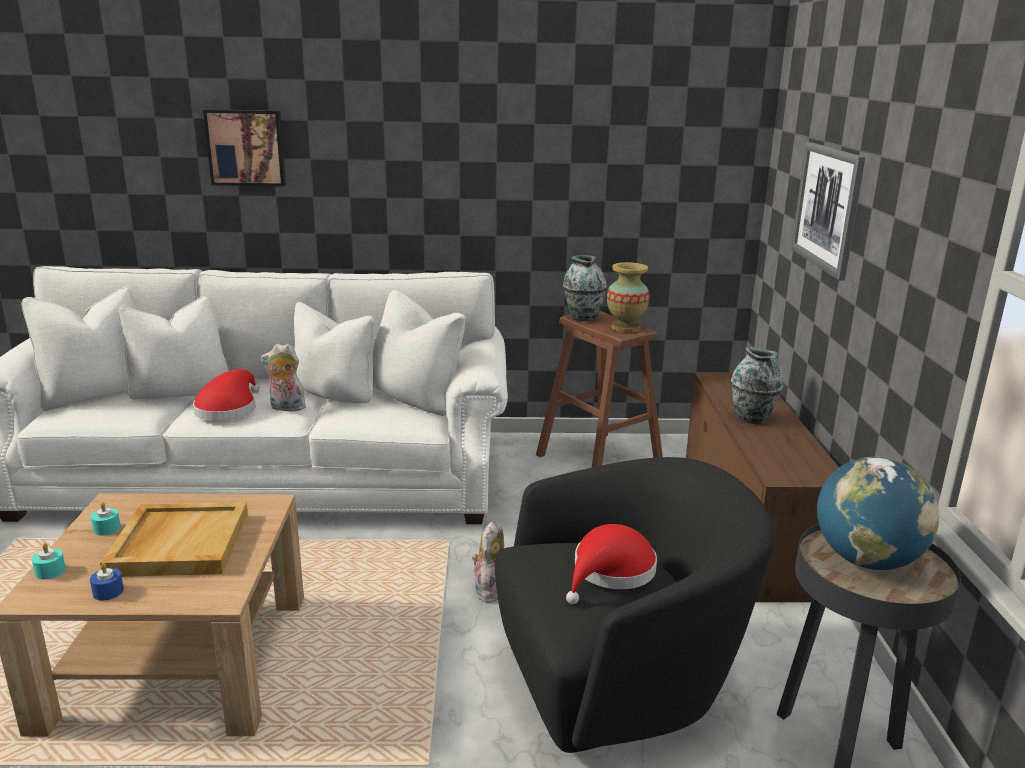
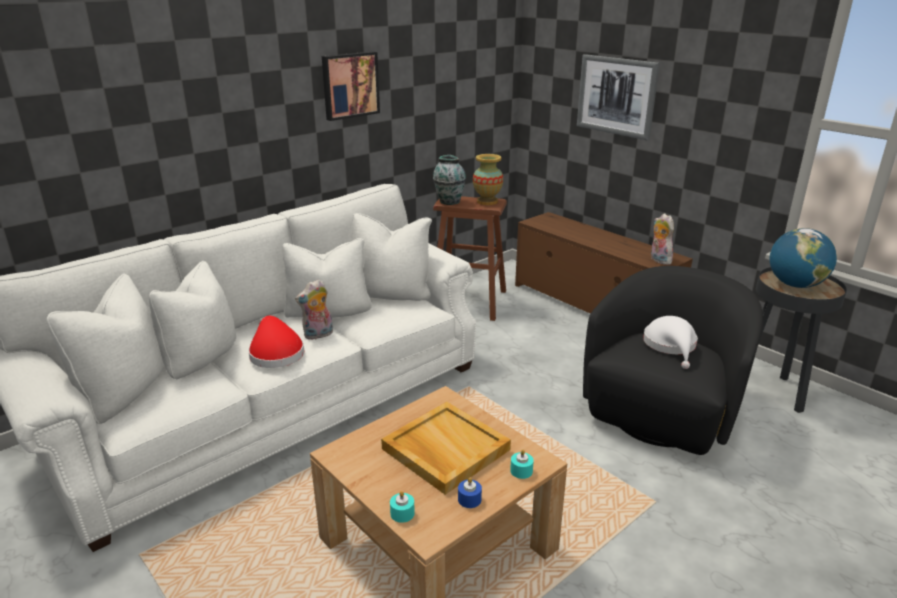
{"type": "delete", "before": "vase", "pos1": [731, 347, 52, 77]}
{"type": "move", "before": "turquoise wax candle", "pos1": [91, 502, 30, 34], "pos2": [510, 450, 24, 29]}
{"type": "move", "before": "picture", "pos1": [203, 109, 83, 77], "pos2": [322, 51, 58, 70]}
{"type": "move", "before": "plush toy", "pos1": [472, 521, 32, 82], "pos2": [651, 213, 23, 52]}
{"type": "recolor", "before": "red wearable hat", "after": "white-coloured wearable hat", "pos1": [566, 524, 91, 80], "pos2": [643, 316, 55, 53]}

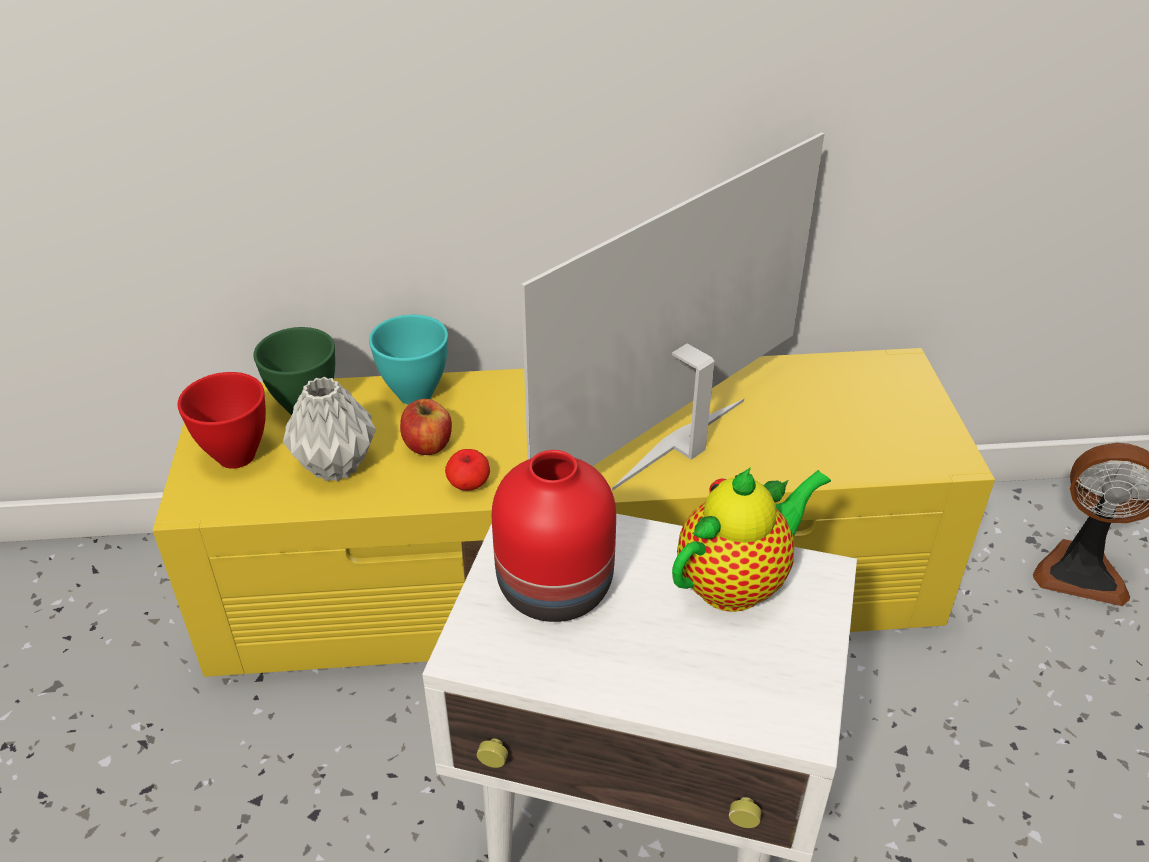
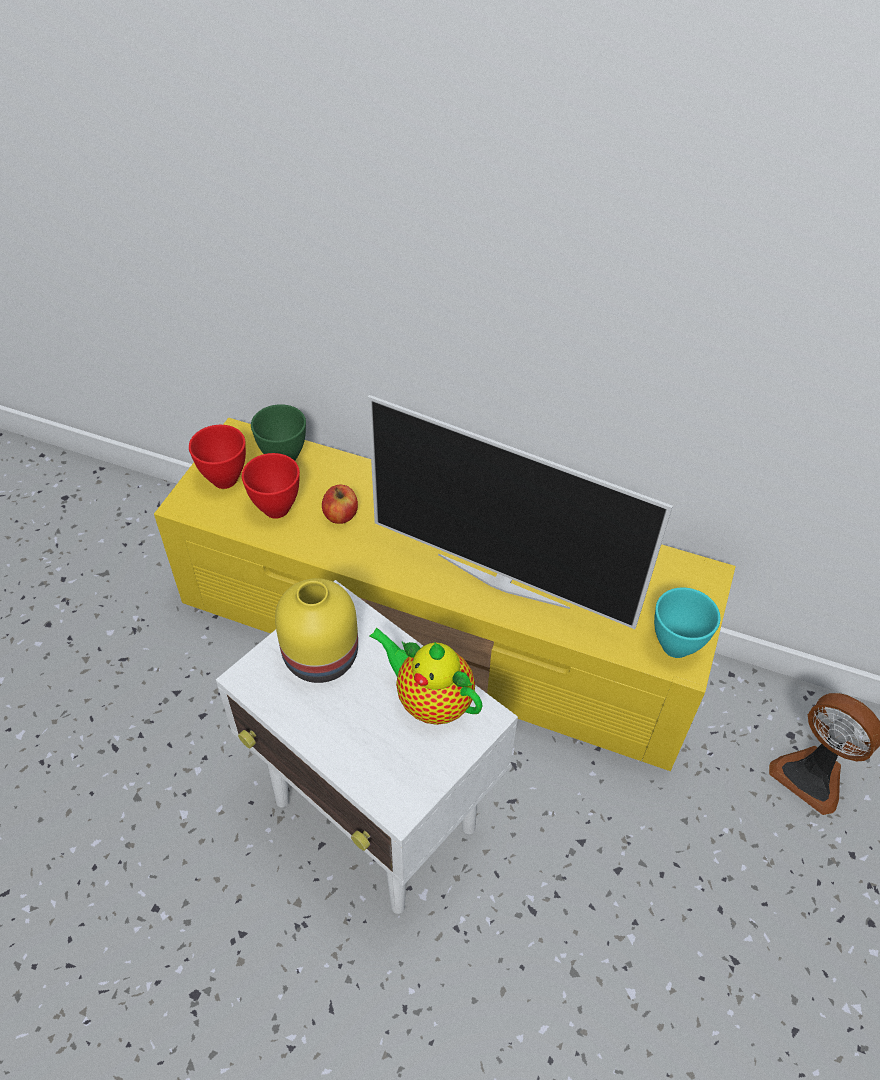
{"type": "delete", "before": "apple", "pos1": [445, 449, 45, 42]}
{"type": "move", "before": "turquoise deep dish", "pos1": [369, 315, 79, 90], "pos2": [654, 587, 66, 71]}
{"type": "replace", "before": "gray vase", "after": "red deep dish", "pos1": [283, 376, 93, 106], "pos2": [242, 453, 58, 66]}
{"type": "recolor", "before": "red vase", "after": "yellow-coloured vase", "pos1": [492, 450, 124, 172], "pos2": [275, 578, 83, 105]}
{"type": "rotate", "before": "TV set", "pos1": [521, 132, 304, 359], "pos2": [368, 395, 305, 234], "turn": -135}
{"type": "rotate", "before": "teapot", "pos1": [672, 467, 159, 145], "pos2": [369, 628, 114, 97], "turn": -135}

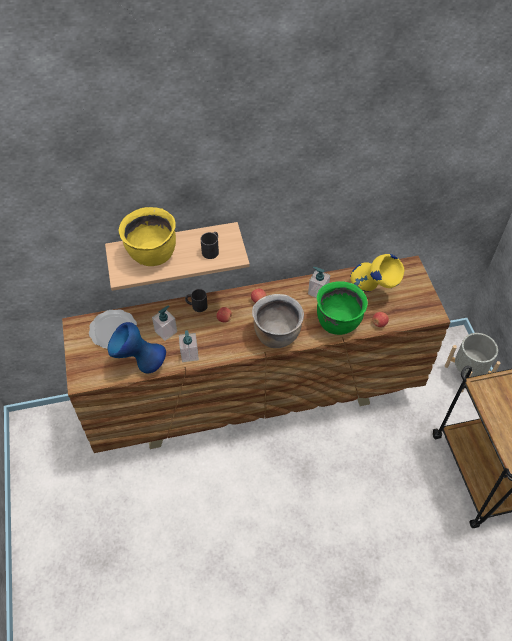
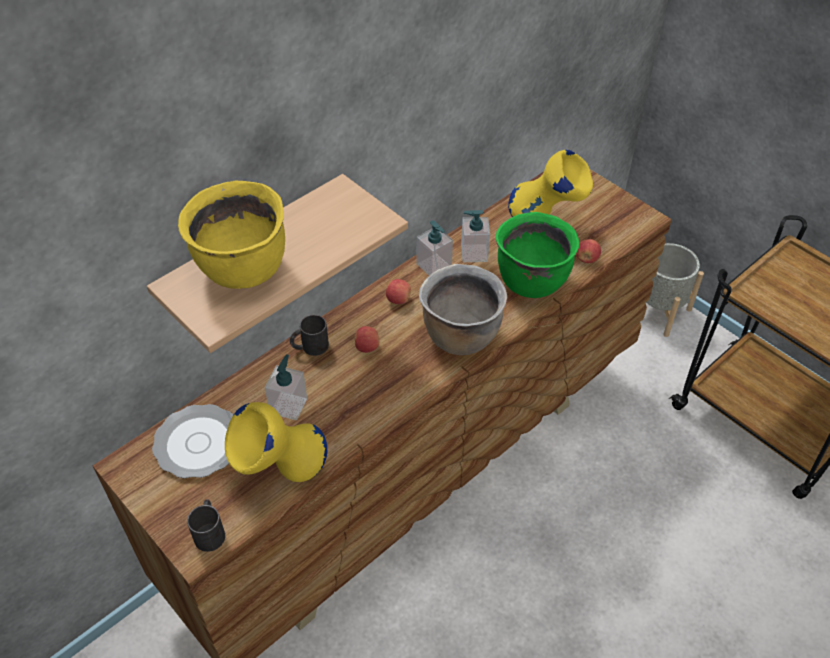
{"type": "move", "before": "soap dispenser", "pos1": [179, 330, 20, 32], "pos2": [417, 220, 36, 55]}
{"type": "move", "before": "blackish tea mug", "pos1": [201, 232, 18, 27], "pos2": [187, 499, 38, 53]}
{"type": "recolor", "before": "bluish vase", "after": "yellow-coloured vase", "pos1": [108, 322, 58, 52], "pos2": [225, 402, 102, 80]}

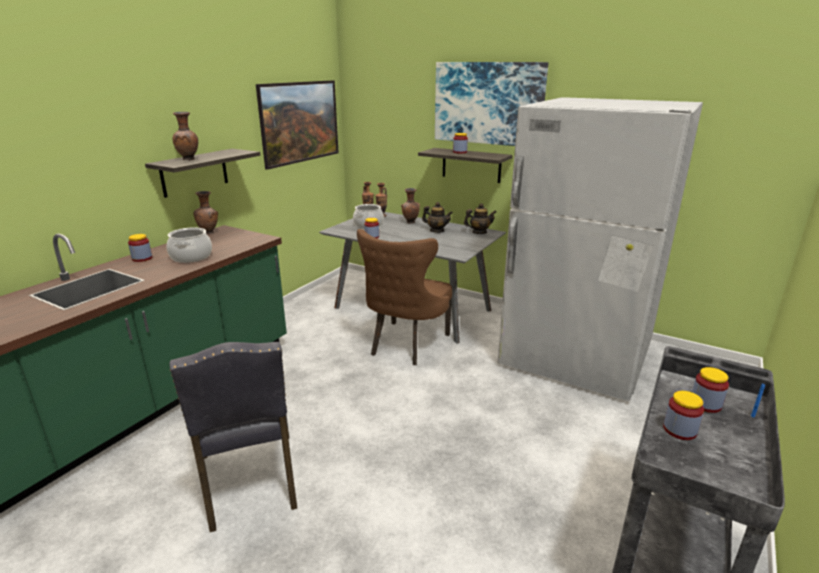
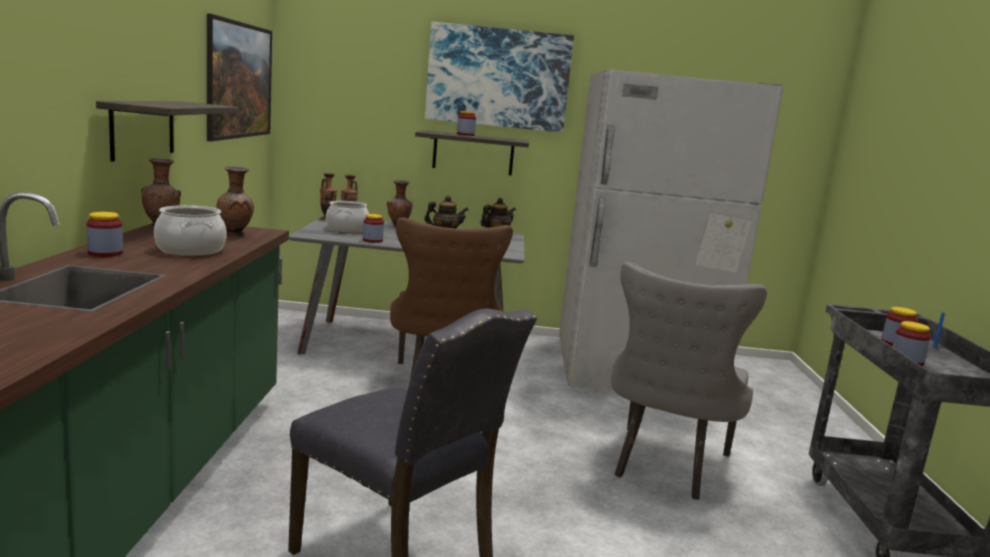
{"type": "insert", "after": "gray chair", "pos2": [611, 262, 156, 238]}
{"type": "move", "before": "brownish vase", "pos1": [172, 112, 26, 48], "pos2": [217, 166, 37, 70]}

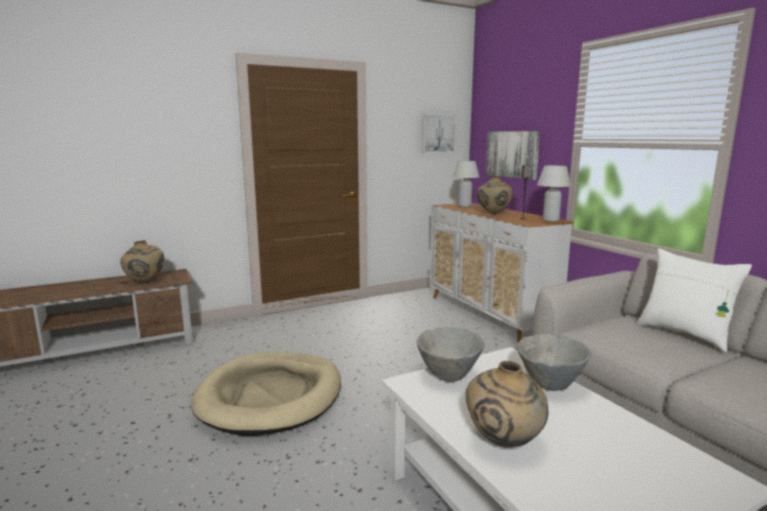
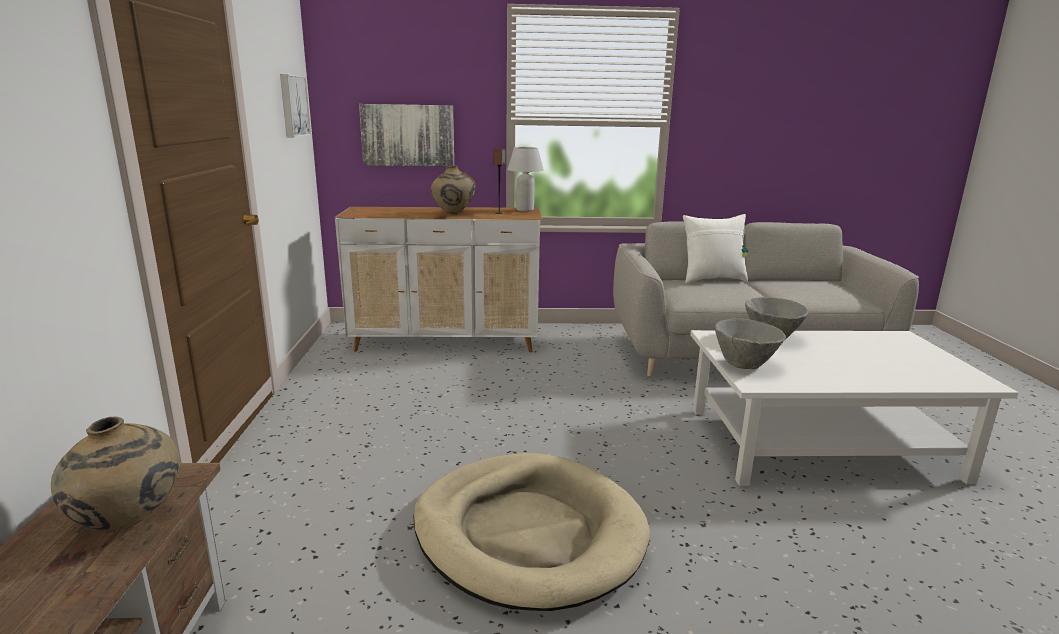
{"type": "delete", "before": "white-coloured table lamp", "pos1": [453, 161, 26, 46]}
{"type": "delete", "before": "beige-coloured vase", "pos1": [466, 361, 82, 86]}

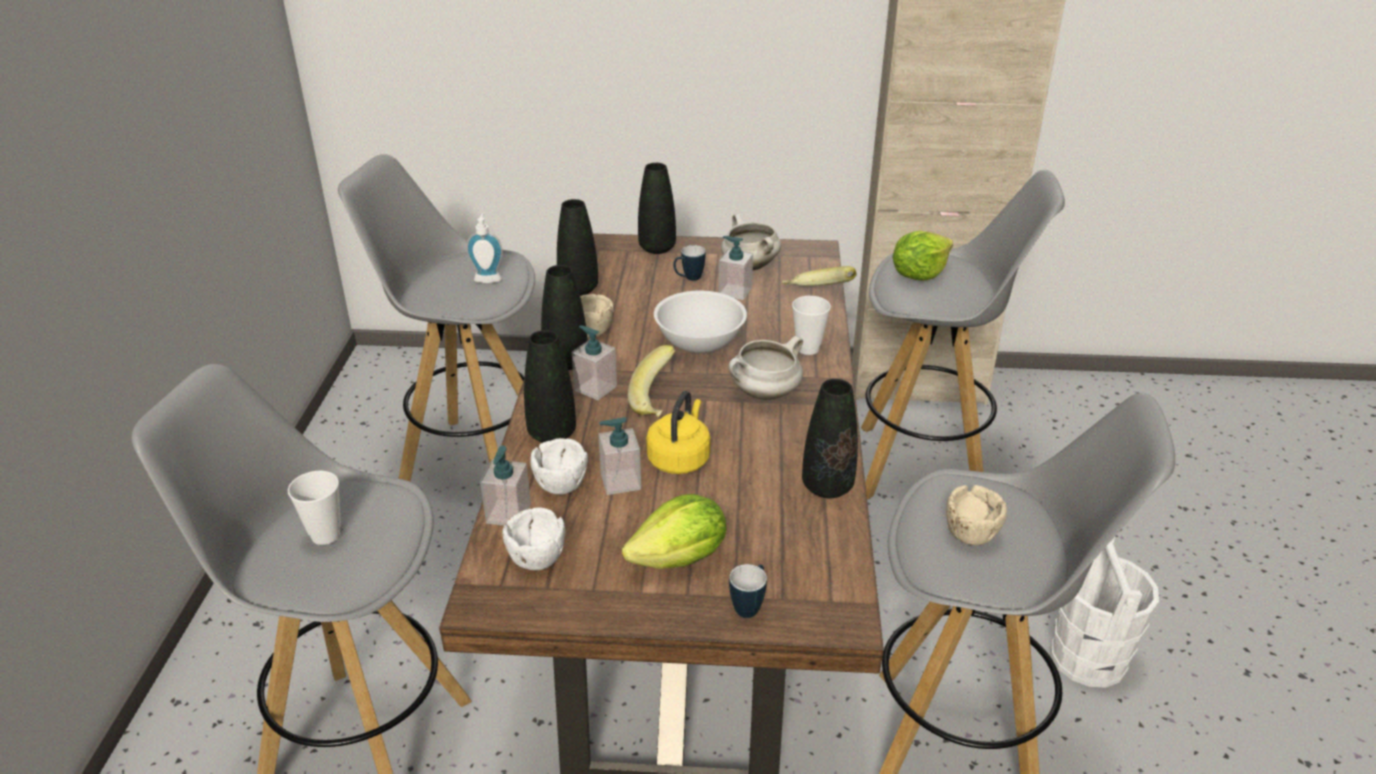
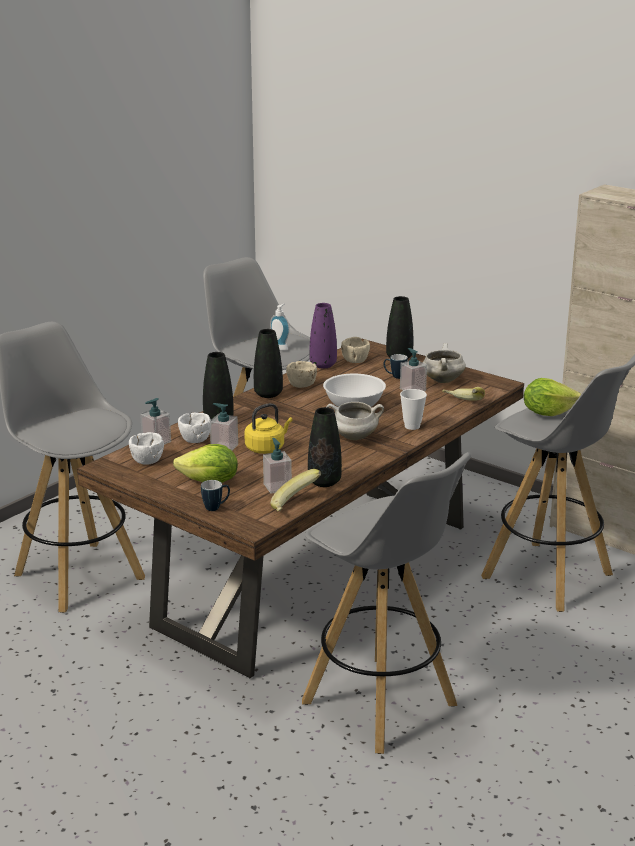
{"type": "delete", "before": "cup", "pos1": [288, 471, 53, 74]}
{"type": "delete", "before": "white-coloured pail", "pos1": [1051, 537, 108, 151]}
{"type": "move", "before": "soap dispenser", "pos1": [572, 325, 45, 75], "pos2": [263, 438, 29, 56]}
{"type": "move", "before": "whole banana", "pos1": [627, 345, 49, 72], "pos2": [270, 469, 51, 42]}
{"type": "move", "before": "beige-coloured deep dish", "pos1": [946, 485, 61, 60], "pos2": [341, 337, 29, 26]}
{"type": "recolor", "before": "blackish vase", "after": "purple vase", "pos1": [557, 199, 41, 97], "pos2": [309, 303, 28, 65]}

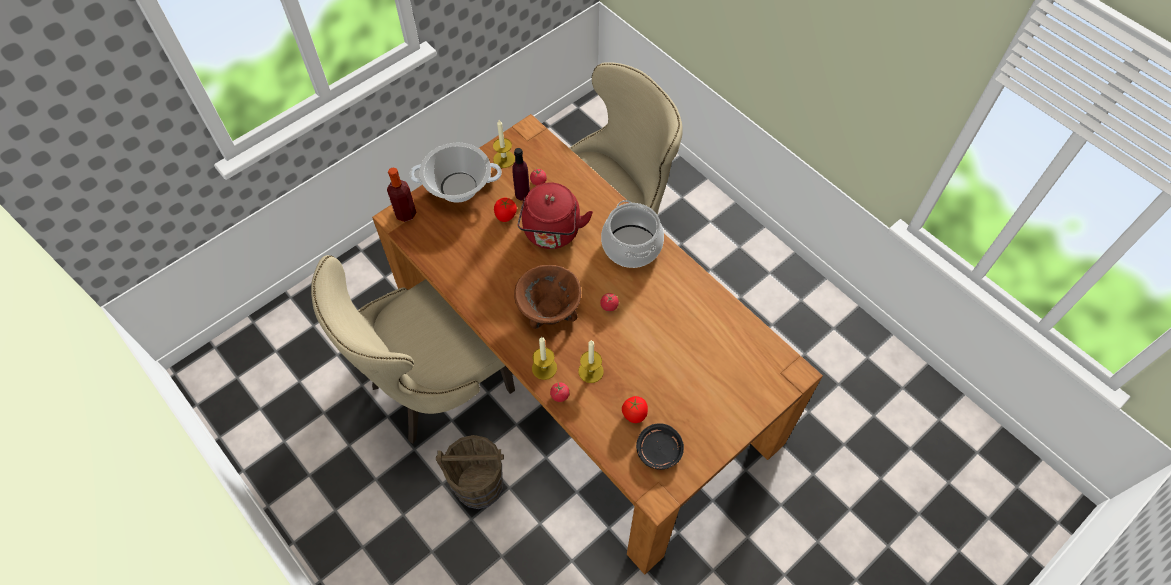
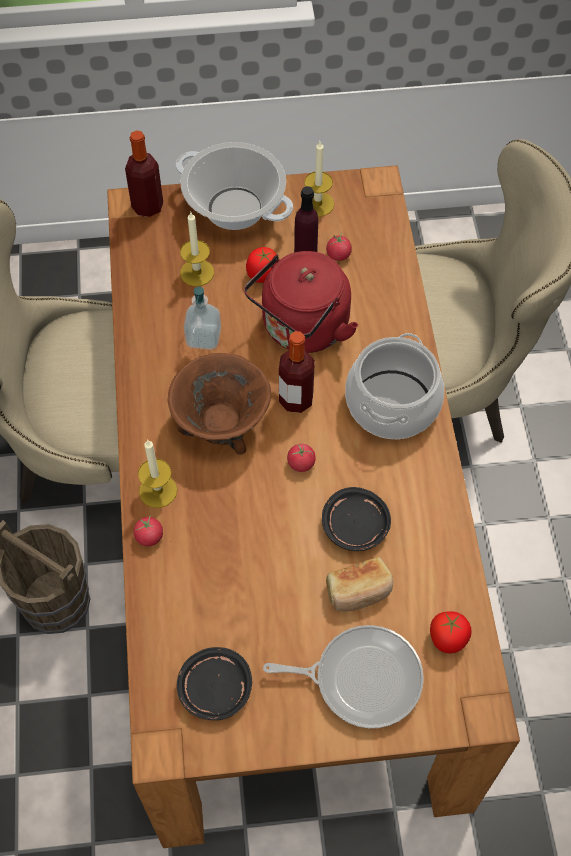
{"type": "insert", "after": "soap dispenser", "pos2": [184, 287, 37, 63]}
{"type": "insert", "after": "frying pan", "pos2": [263, 625, 161, 103]}
{"type": "insert", "after": "bottle", "pos2": [279, 331, 36, 82]}
{"type": "insert", "after": "blackish dinner plate", "pos2": [322, 487, 69, 64]}
{"type": "insert", "after": "bakery bread", "pos2": [326, 557, 67, 55]}
{"type": "move", "before": "wax candle", "pos1": [578, 340, 26, 43], "pos2": [180, 212, 34, 74]}
{"type": "move", "before": "whole tomato", "pos1": [622, 396, 26, 27], "pos2": [430, 611, 42, 42]}

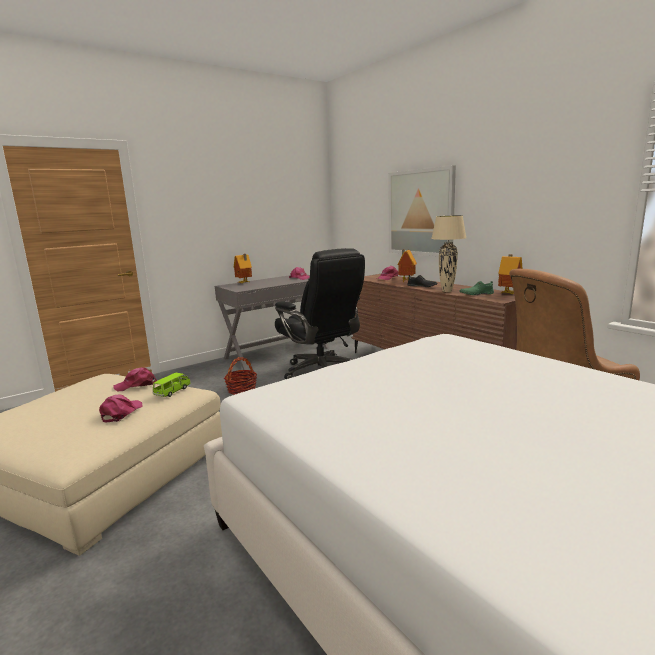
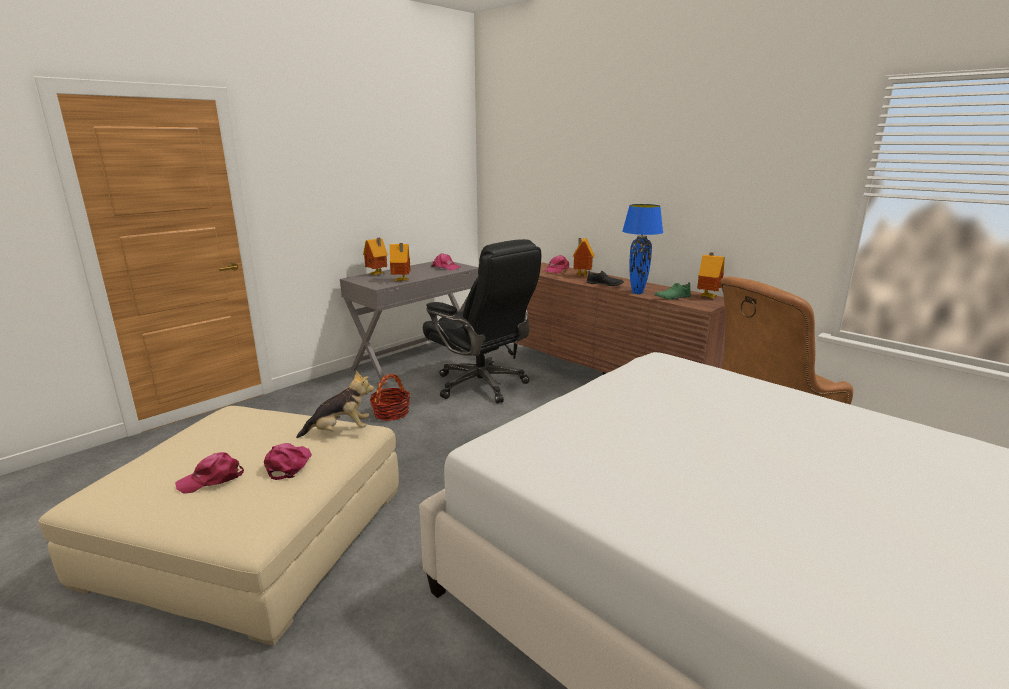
{"type": "delete", "before": "picture", "pos1": [389, 165, 67, 91]}
{"type": "insert", "after": "miniature house", "pos2": [390, 243, 21, 39]}
{"type": "move", "before": "pink-coloured cap", "pos1": [113, 367, 44, 24], "pos2": [175, 452, 69, 42]}
{"type": "replace", "before": "green miniature car", "after": "plush toy", "pos1": [153, 373, 38, 24], "pos2": [296, 371, 78, 67]}
{"type": "recolor", "before": "beige-coloured table lamp", "after": "bluish table lamp", "pos1": [431, 215, 36, 77], "pos2": [622, 204, 41, 90]}

